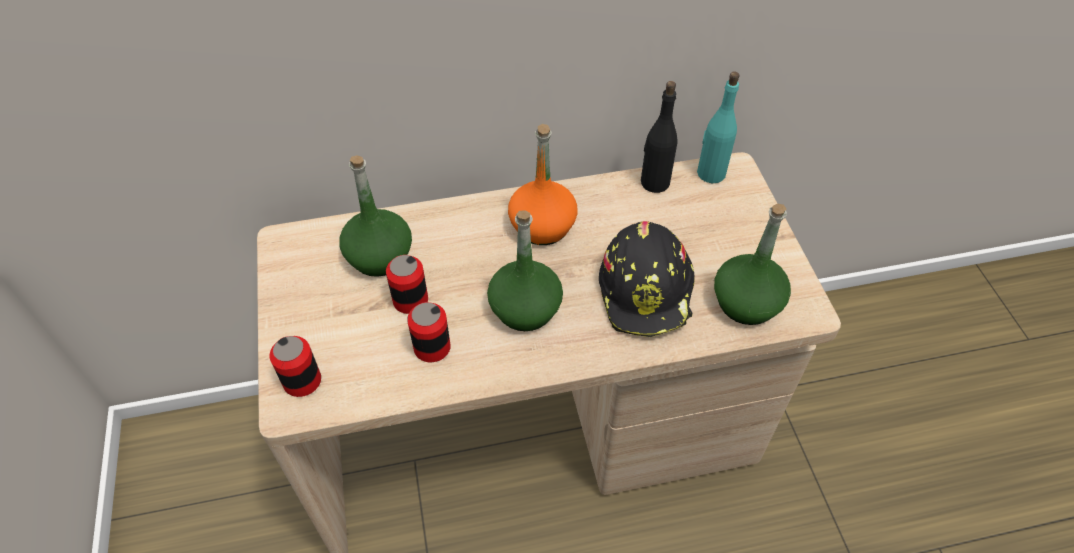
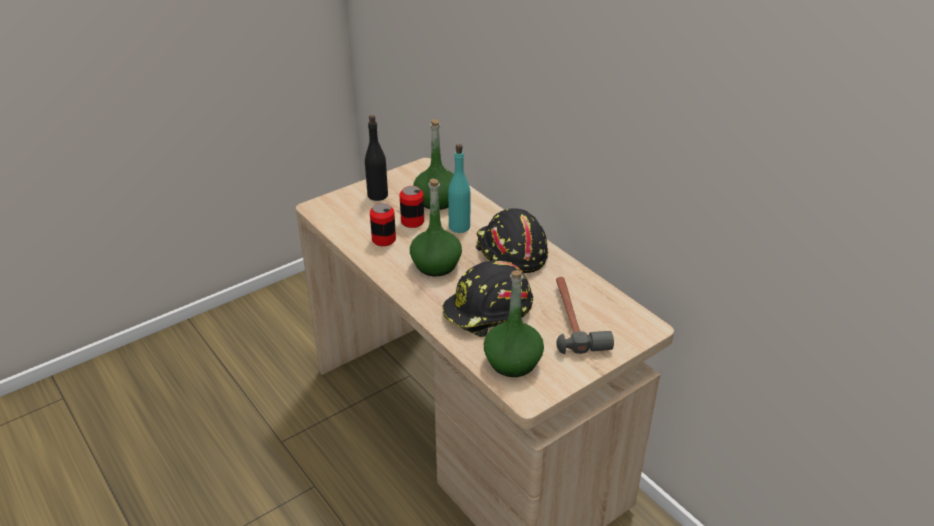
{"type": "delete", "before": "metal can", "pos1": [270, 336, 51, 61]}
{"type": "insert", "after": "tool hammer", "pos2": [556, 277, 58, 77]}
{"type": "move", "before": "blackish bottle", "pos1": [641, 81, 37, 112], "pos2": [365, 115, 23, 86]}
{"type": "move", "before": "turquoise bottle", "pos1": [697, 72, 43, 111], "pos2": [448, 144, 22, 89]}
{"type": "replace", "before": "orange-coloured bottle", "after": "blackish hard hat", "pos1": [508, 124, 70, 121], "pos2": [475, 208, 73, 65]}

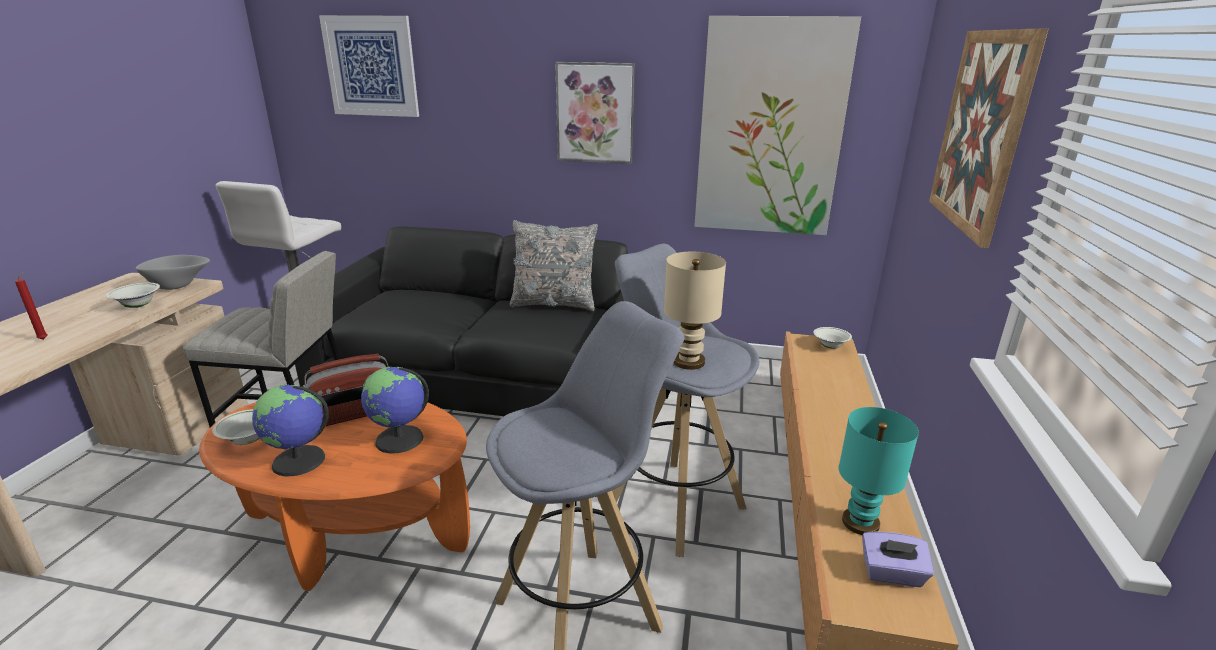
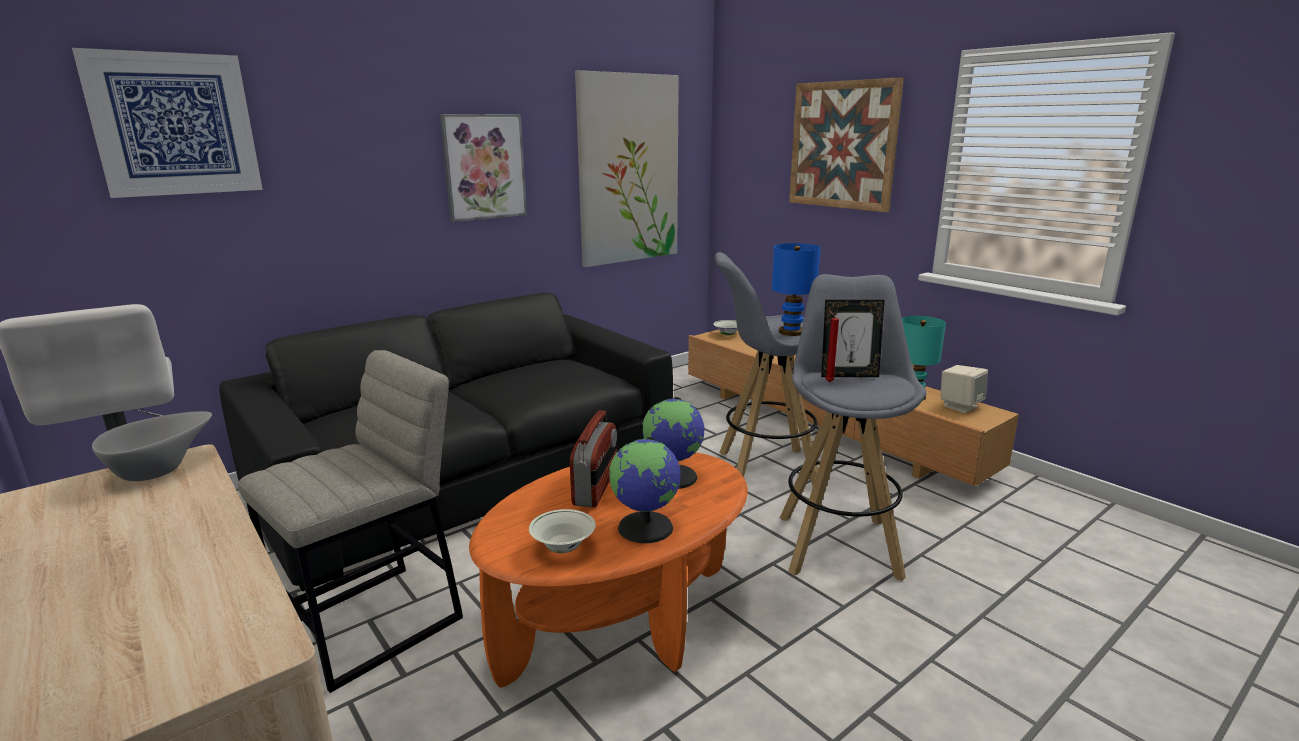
{"type": "delete", "before": "white-coloured deep dish", "pos1": [106, 283, 54, 25]}
{"type": "delete", "before": "gray throw pillow", "pos1": [510, 220, 88, 91]}
{"type": "insert", "after": "standing frame", "pos2": [821, 300, 64, 77]}
{"type": "move", "before": "red wax candle", "pos1": [15, 271, 33, 69], "pos2": [825, 310, 14, 72]}
{"type": "replace", "before": "purple tissue box", "after": "beige-coloured speaker", "pos1": [862, 531, 72, 56], "pos2": [940, 365, 48, 48]}
{"type": "recolor", "before": "beige-coloured table lamp", "after": "bluish table lamp", "pos1": [664, 252, 62, 118], "pos2": [772, 243, 49, 93]}

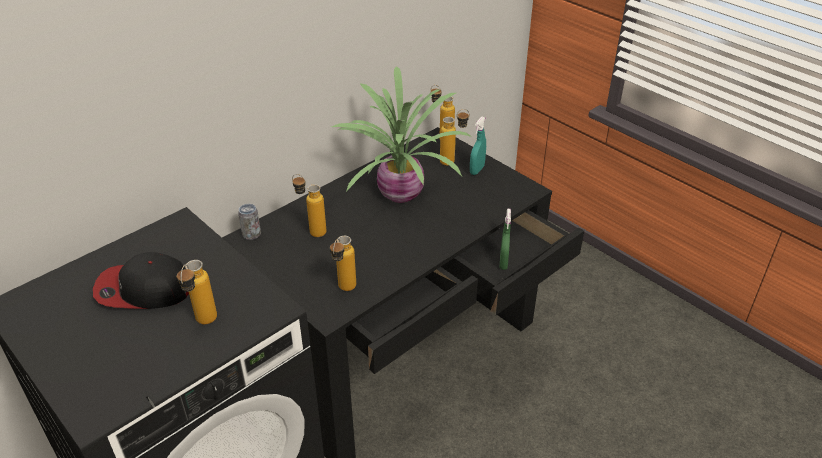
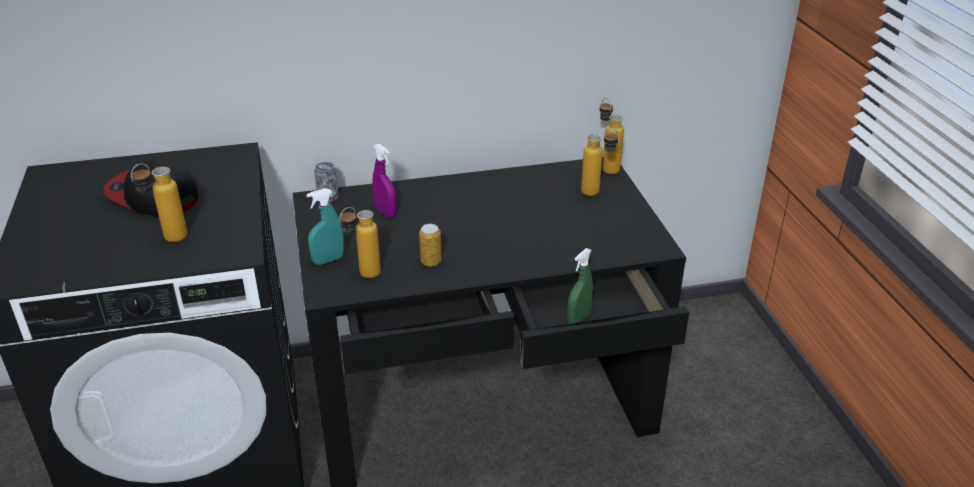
{"type": "delete", "before": "houseplant", "pos1": [331, 66, 141, 137]}
{"type": "insert", "after": "metal can", "pos2": [419, 224, 23, 43]}
{"type": "move", "before": "turquoise hand sprayer", "pos1": [470, 117, 16, 58], "pos2": [306, 188, 38, 77]}
{"type": "replace", "before": "bottle", "after": "purple hand sprayer", "pos1": [292, 174, 35, 63], "pos2": [372, 144, 25, 74]}

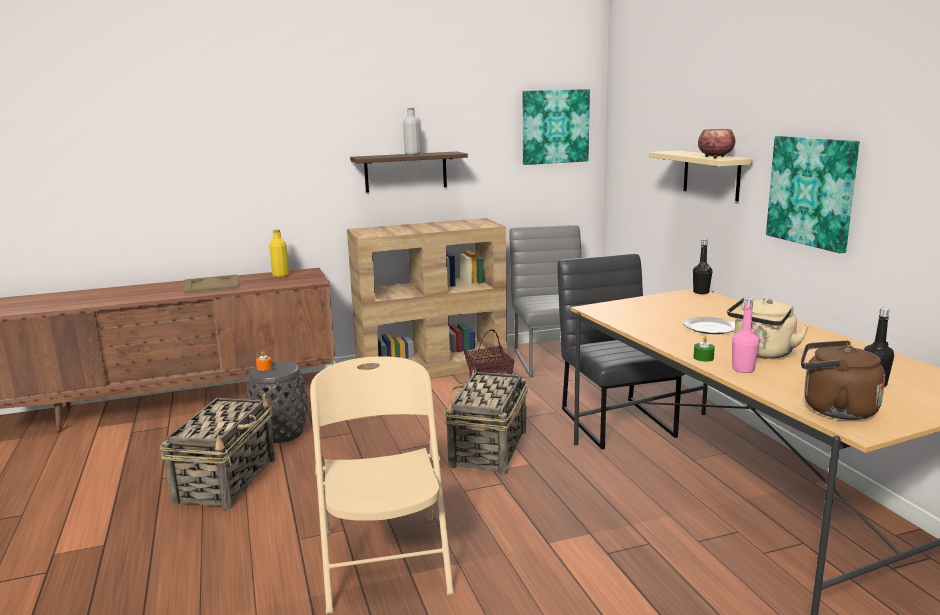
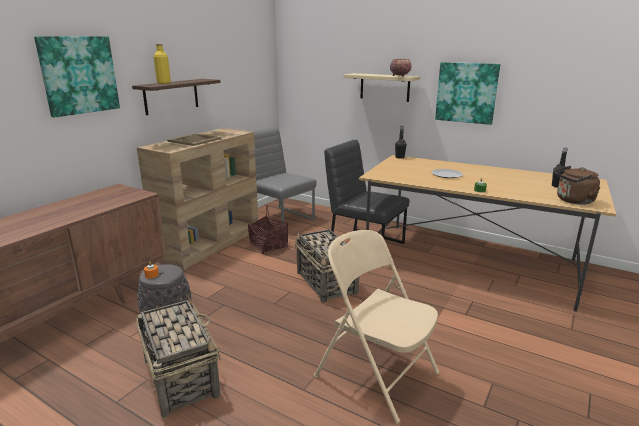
{"type": "delete", "before": "gray bottle", "pos1": [403, 108, 18, 47]}
{"type": "delete", "before": "beige-coloured tea kettle", "pos1": [727, 298, 82, 60]}
{"type": "delete", "before": "pink-coloured bottle", "pos1": [732, 298, 27, 75]}
{"type": "move", "before": "beige-coloured tray", "pos1": [184, 275, 55, 19], "pos2": [167, 133, 54, 13]}
{"type": "move", "before": "yellow-coloured bottle", "pos1": [269, 230, 20, 47], "pos2": [154, 44, 17, 40]}
{"type": "move", "before": "picture", "pos1": [523, 89, 67, 76], "pos2": [34, 36, 86, 82]}

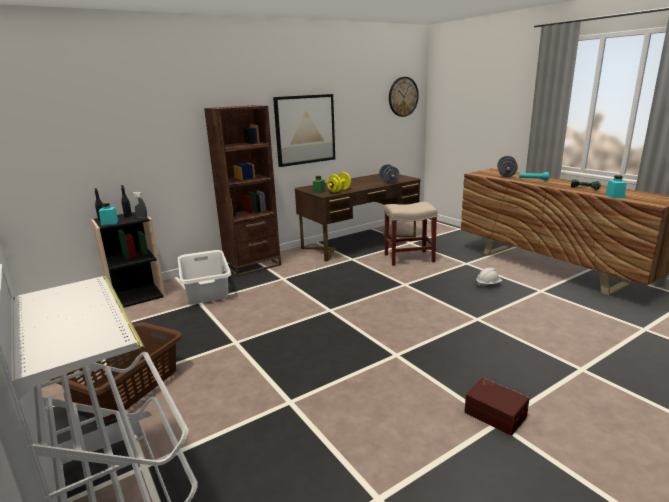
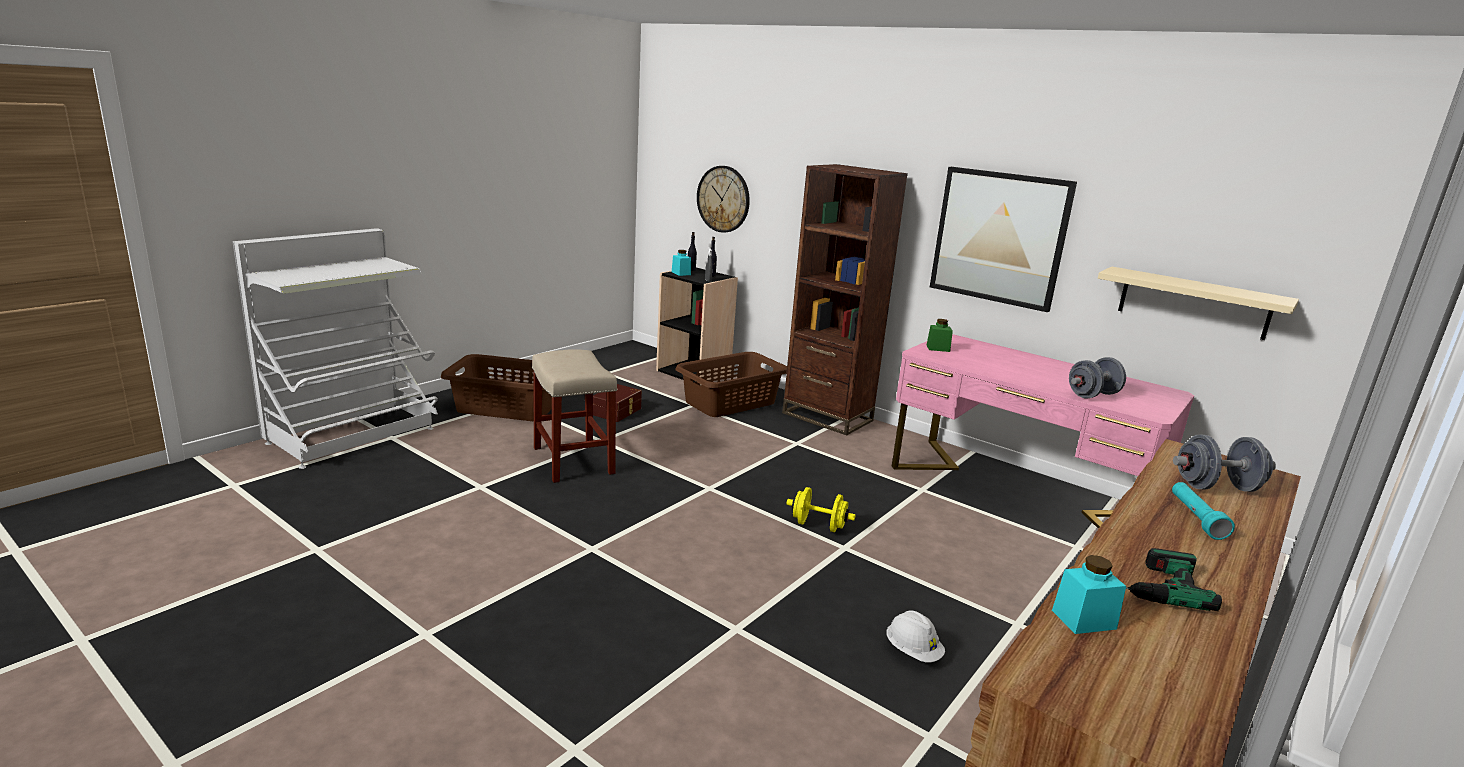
{"type": "insert", "after": "beige-coloured shelf", "pos2": [1098, 267, 201, 73]}
{"type": "move", "before": "yellow-coloured dumbbell", "pos1": [327, 172, 24, 20], "pos2": [786, 487, 69, 45]}
{"type": "move", "before": "beige-coloured sitting stool", "pos1": [384, 202, 53, 64], "pos2": [532, 349, 86, 134]}
{"type": "move", "before": "clock on the wall", "pos1": [389, 77, 30, 40], "pos2": [697, 166, 53, 67]}
{"type": "move", "before": "brownish storage bin", "pos1": [464, 378, 65, 58], "pos2": [593, 384, 49, 38]}
{"type": "recolor", "before": "white-coloured washing basket", "after": "brownish washing basket", "pos1": [178, 250, 53, 54], "pos2": [675, 352, 112, 65]}
{"type": "recolor", "before": "brownish desk", "after": "pink-coloured desk", "pos1": [295, 174, 126, 87], "pos2": [892, 334, 302, 195]}

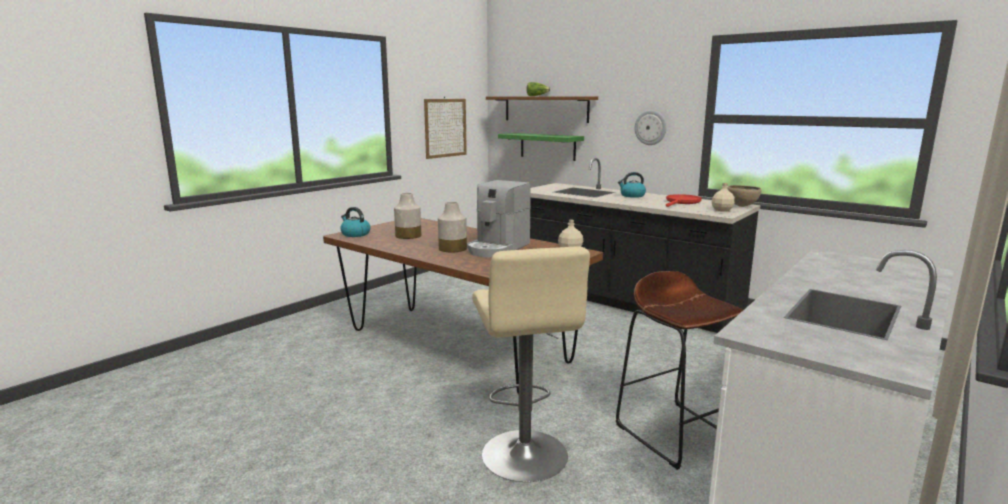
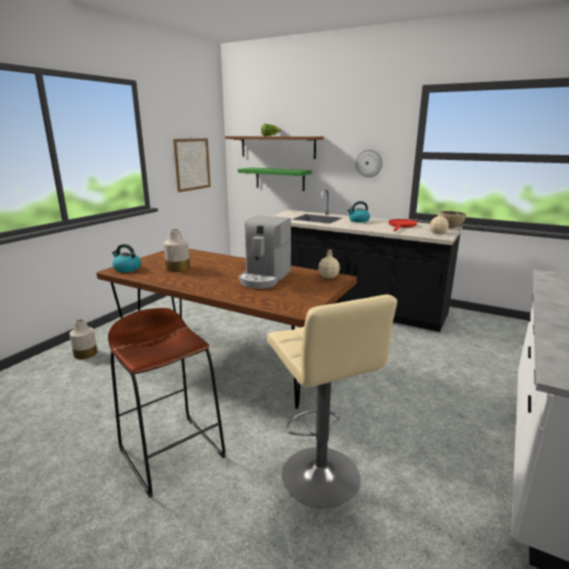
{"type": "move", "before": "beige-coloured vase", "pos1": [438, 202, 29, 50], "pos2": [69, 319, 29, 40]}
{"type": "move", "before": "brownish sitting stool", "pos1": [616, 271, 127, 199], "pos2": [108, 308, 118, 190]}

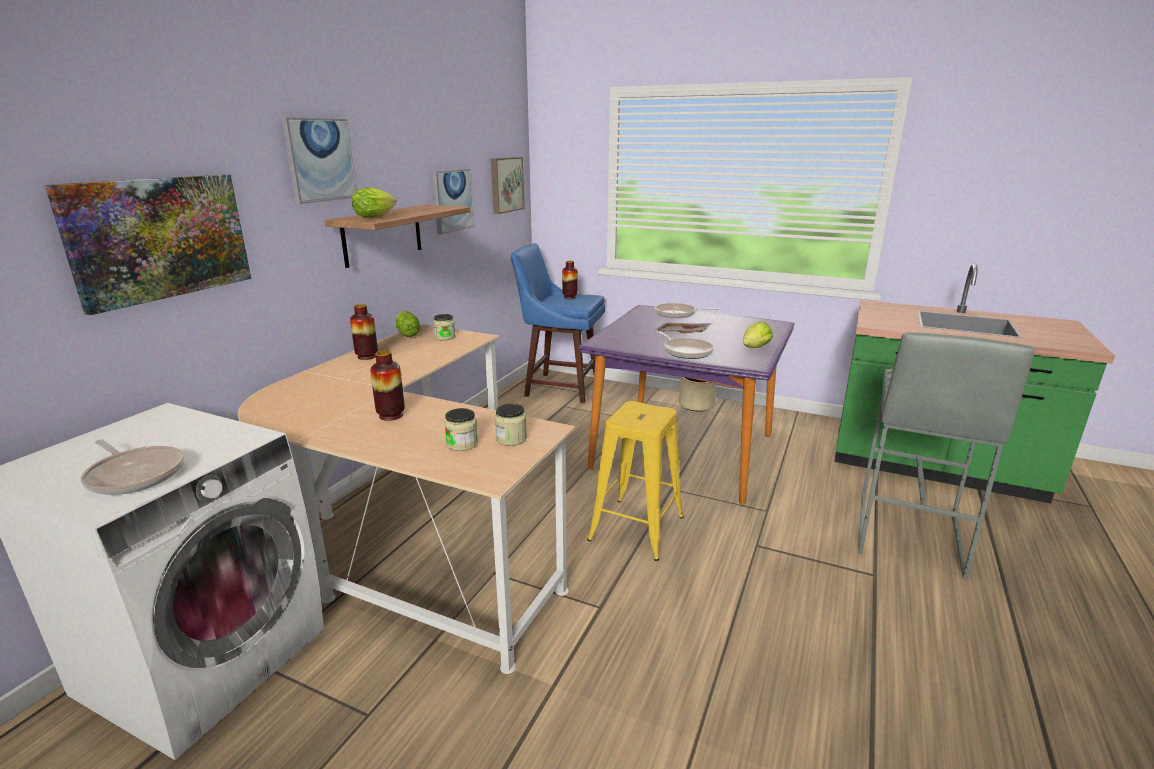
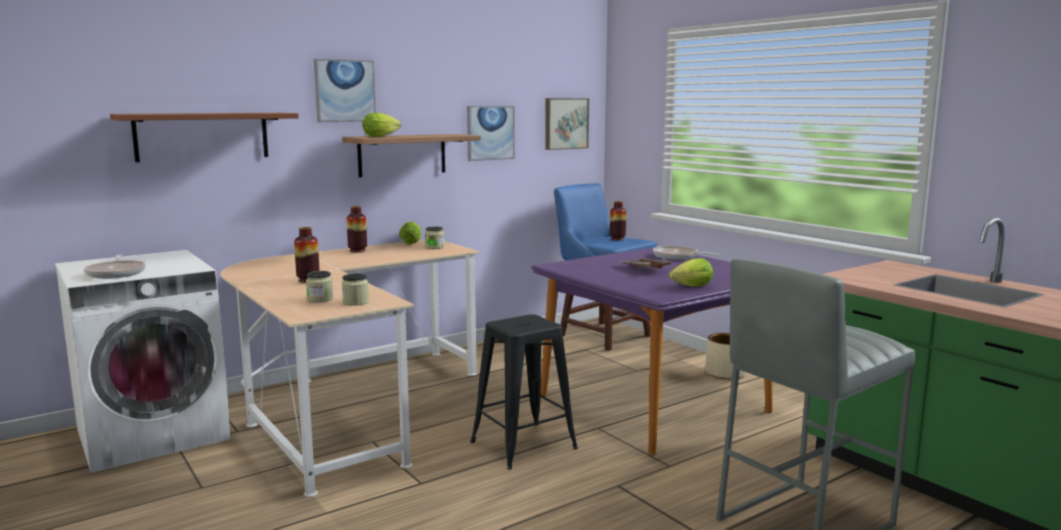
{"type": "delete", "before": "frying pan", "pos1": [656, 331, 58, 28]}
{"type": "replace", "before": "picture", "after": "brownish shelf", "pos1": [45, 174, 206, 141], "pos2": [110, 113, 189, 49]}
{"type": "recolor", "before": "yellow-coloured sitting stool", "after": "blackish sitting stool", "pos1": [587, 401, 97, 160], "pos2": [470, 314, 108, 156]}

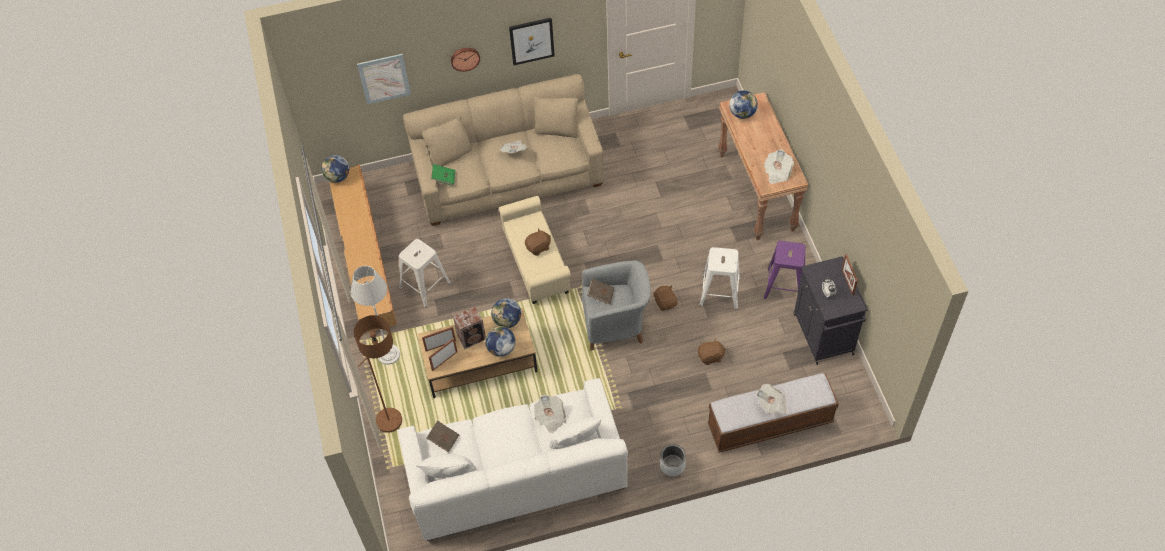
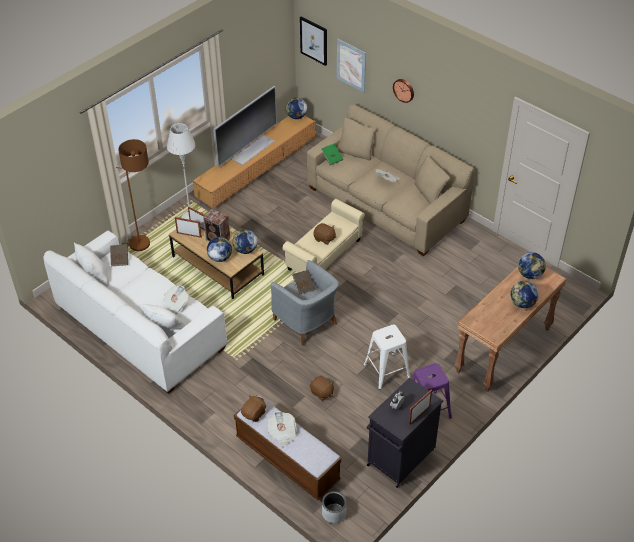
{"type": "delete", "before": "white-coloured sitting stool", "pos1": [399, 239, 52, 68]}
{"type": "delete", "before": "printed paper", "pos1": [764, 149, 30, 35]}
{"type": "insert", "after": "TV set", "pos2": [213, 86, 64, 81]}
{"type": "insert", "after": "world globe", "pos2": [510, 281, 29, 27]}
{"type": "move", "before": "picture", "pos1": [509, 18, 46, 47], "pos2": [300, 16, 27, 50]}
{"type": "move", "before": "brownish plush toy", "pos1": [653, 285, 25, 26], "pos2": [241, 395, 26, 27]}
{"type": "move", "before": "gray plant pot", "pos1": [660, 444, 26, 32], "pos2": [322, 491, 24, 32]}

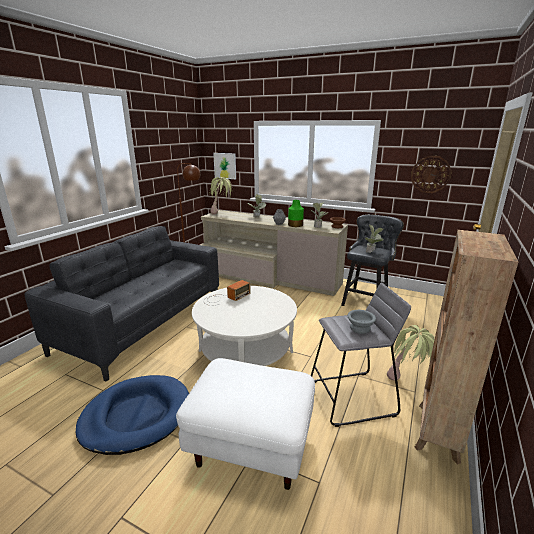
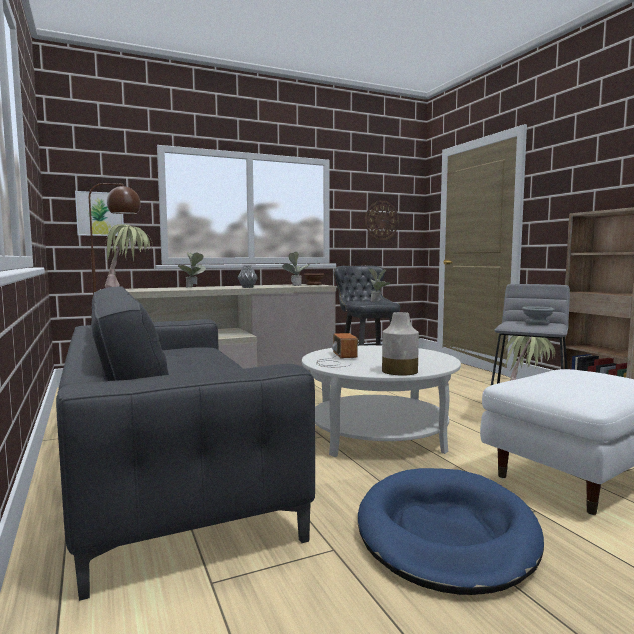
{"type": "delete", "before": "green vase", "pos1": [288, 200, 16, 27]}
{"type": "insert", "after": "beige-coloured vase", "pos2": [382, 312, 37, 64]}

